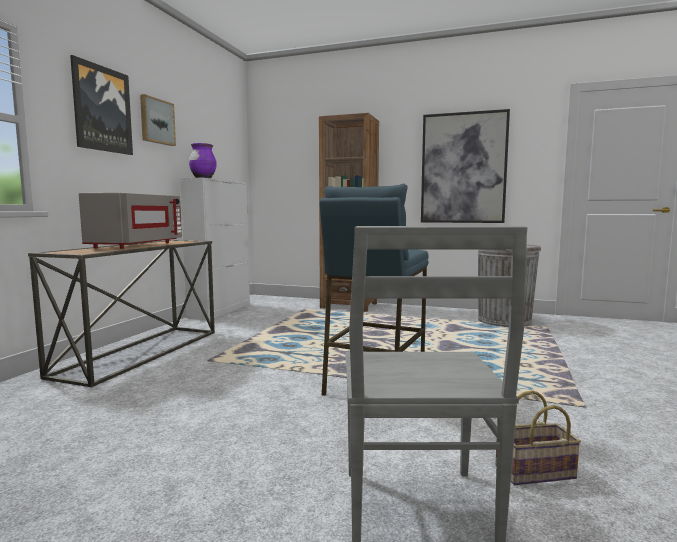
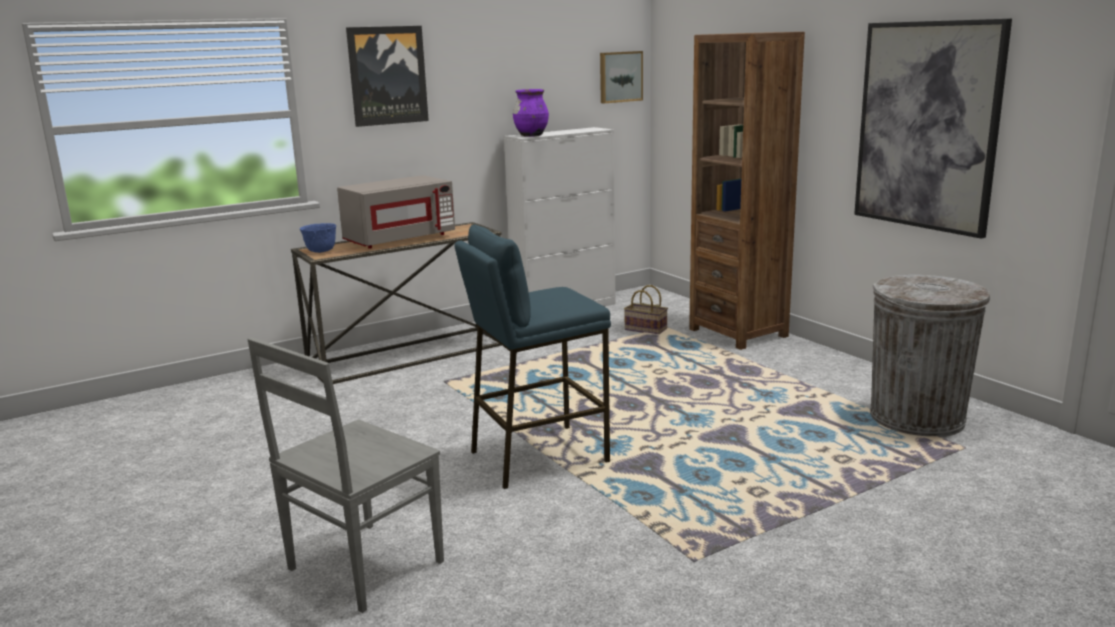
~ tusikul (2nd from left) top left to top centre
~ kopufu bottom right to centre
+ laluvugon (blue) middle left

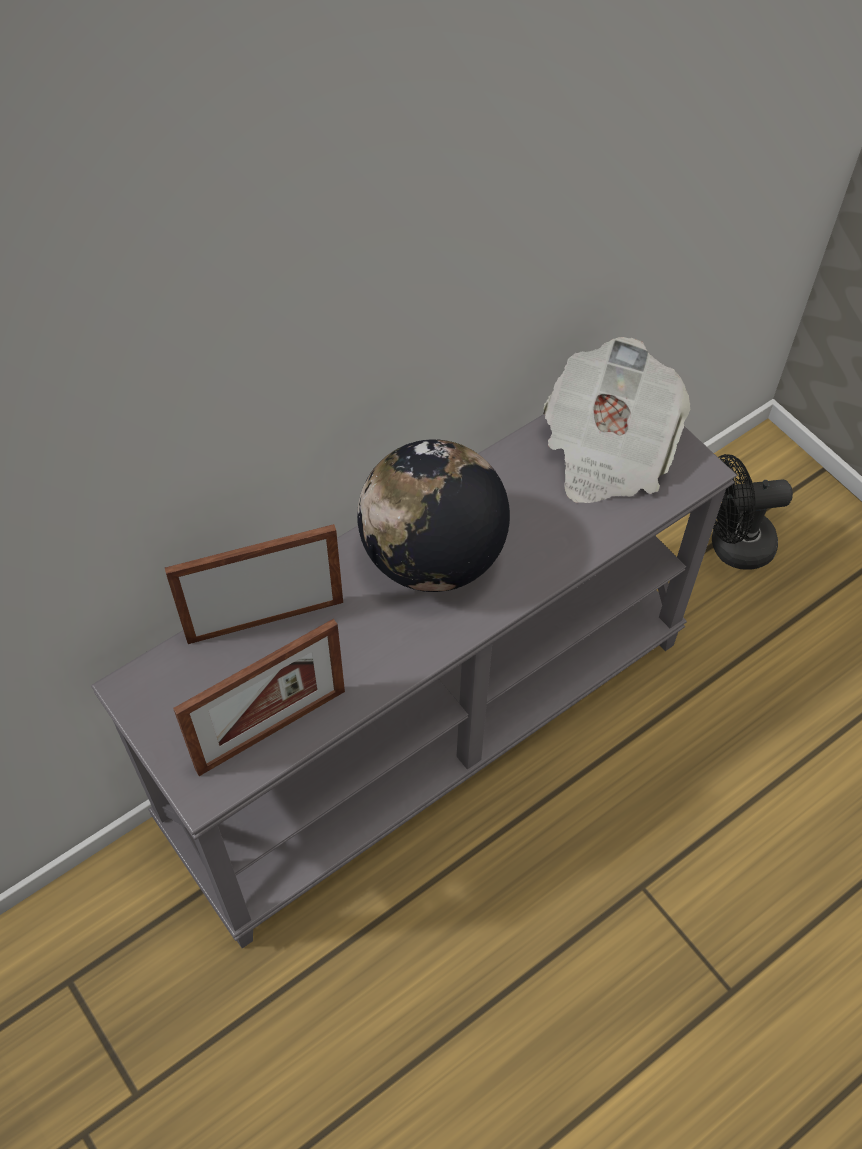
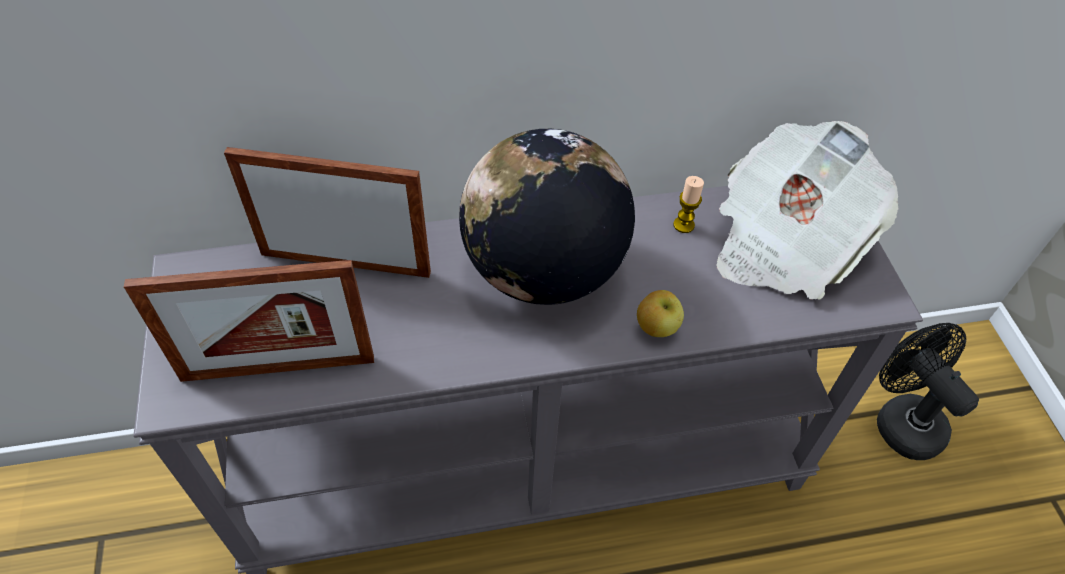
~ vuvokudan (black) middle right = bottom right 45 degrees clockwise
+ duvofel centre
+ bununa centre

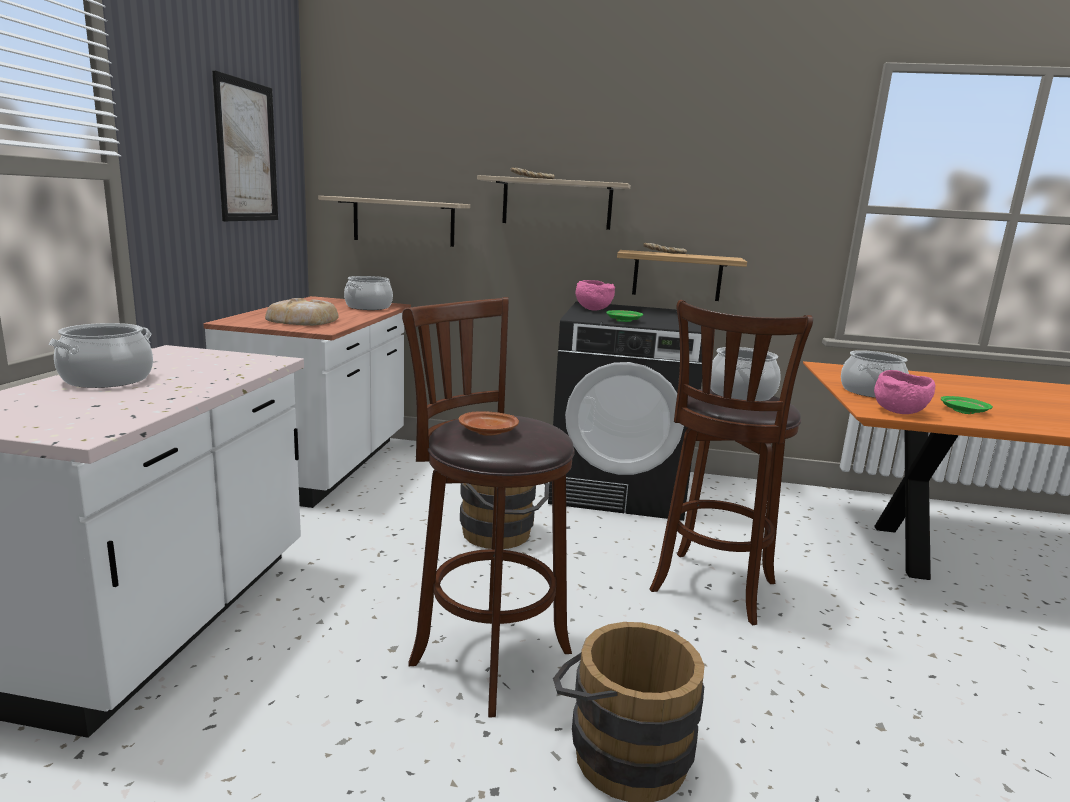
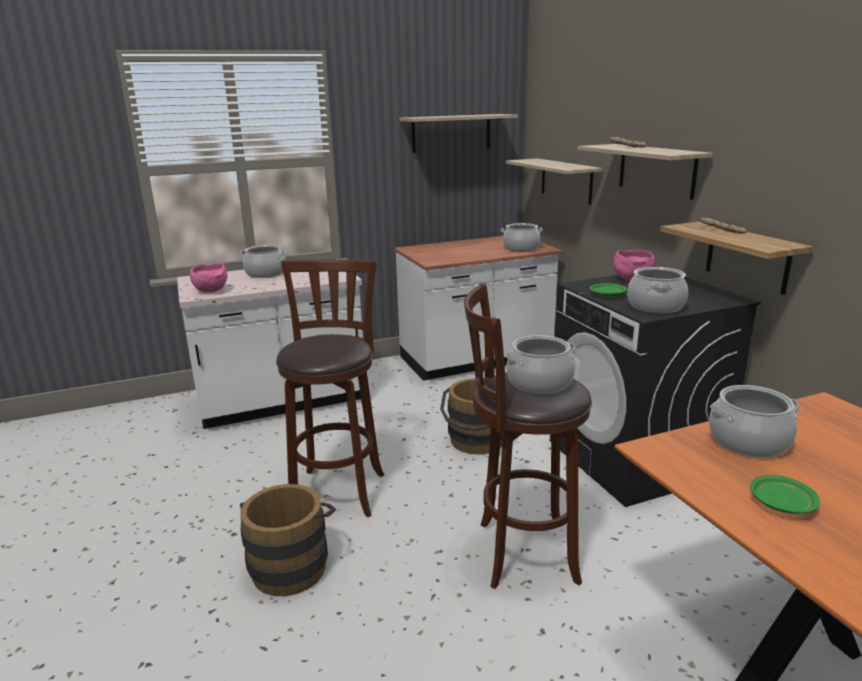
~ tusikul top left to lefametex (1st from left) top centre
- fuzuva (1st from left) middle left
~ laluvugon (pink) (2nd from left in the first image) middle right to laluvugon (pink) (1st from left) middle left
- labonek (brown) centre
+ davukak (4th from left) middle right

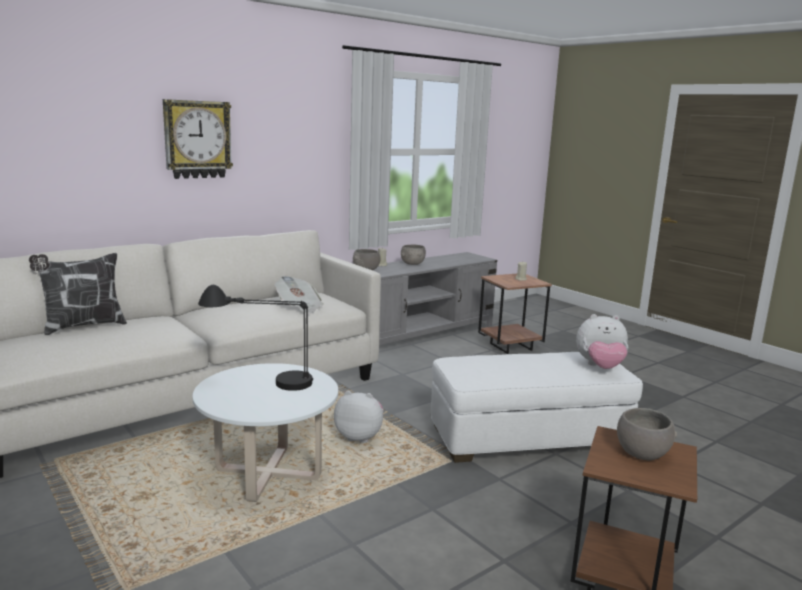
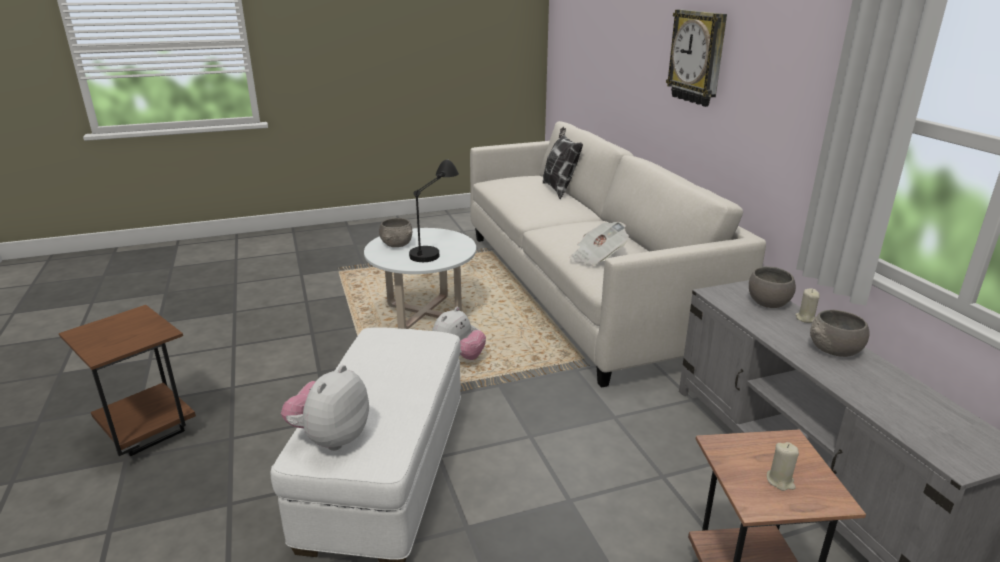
~ laluvugon (grey) (3rd from left in the first image) bottom right to laluvugon (grey) (1st from left) centre

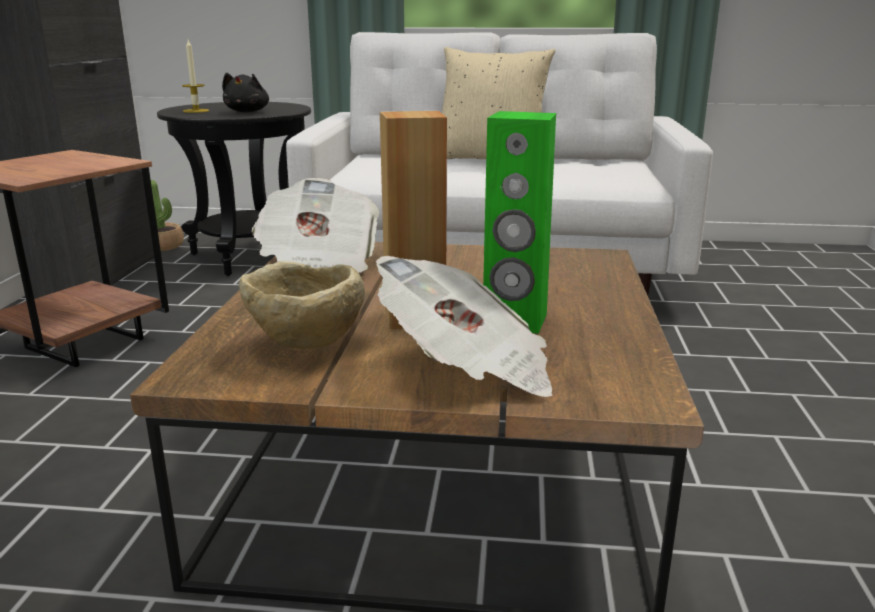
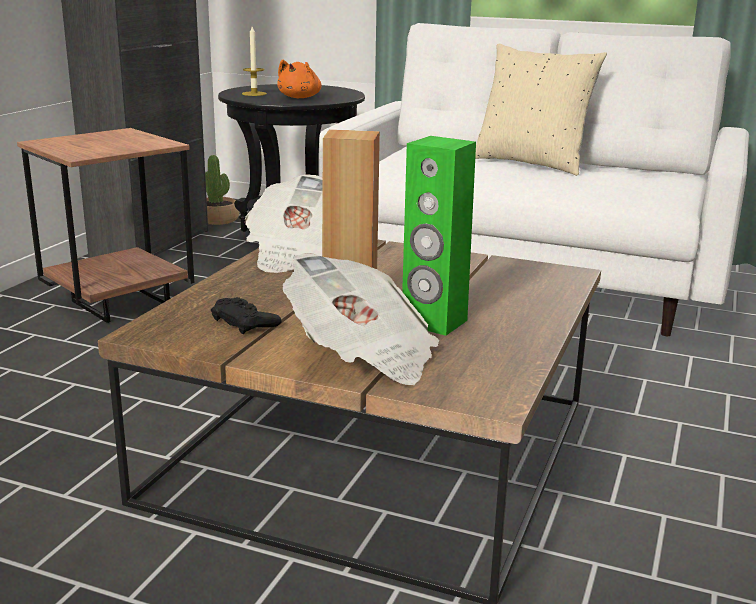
~ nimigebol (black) top left to nimigebol (orange) top centre
~ laluvugon (beige) centre to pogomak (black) middle left

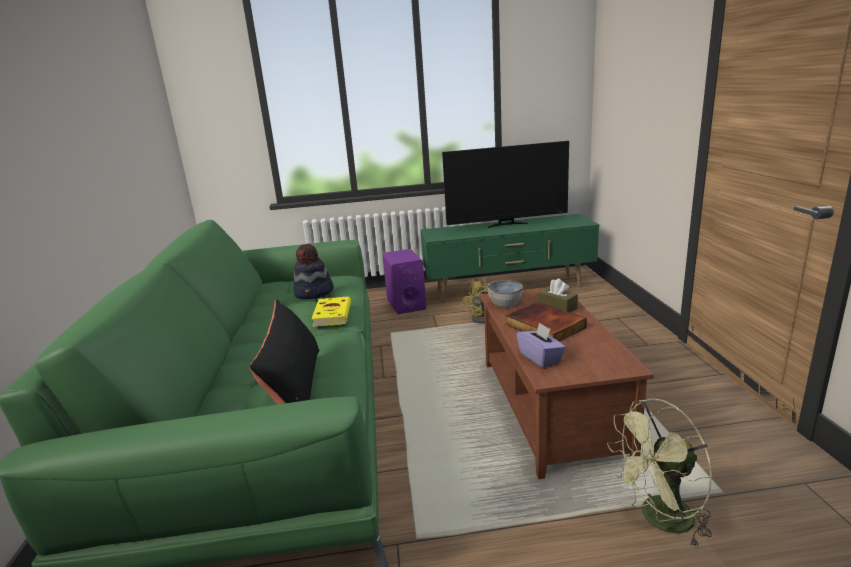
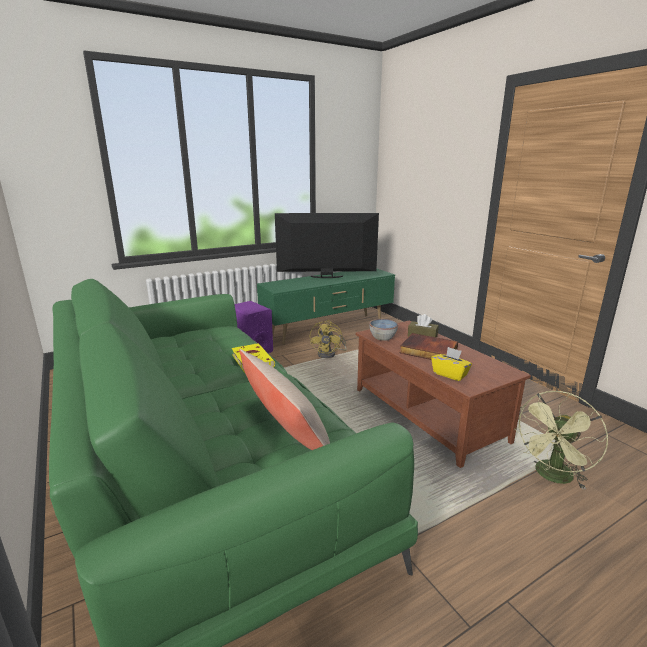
~ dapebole top centre = centre 150 degrees counterclockwise
- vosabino centre
~ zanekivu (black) centre to zanekivu (beige) centre
~ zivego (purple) centre to zivego (yellow) middle right

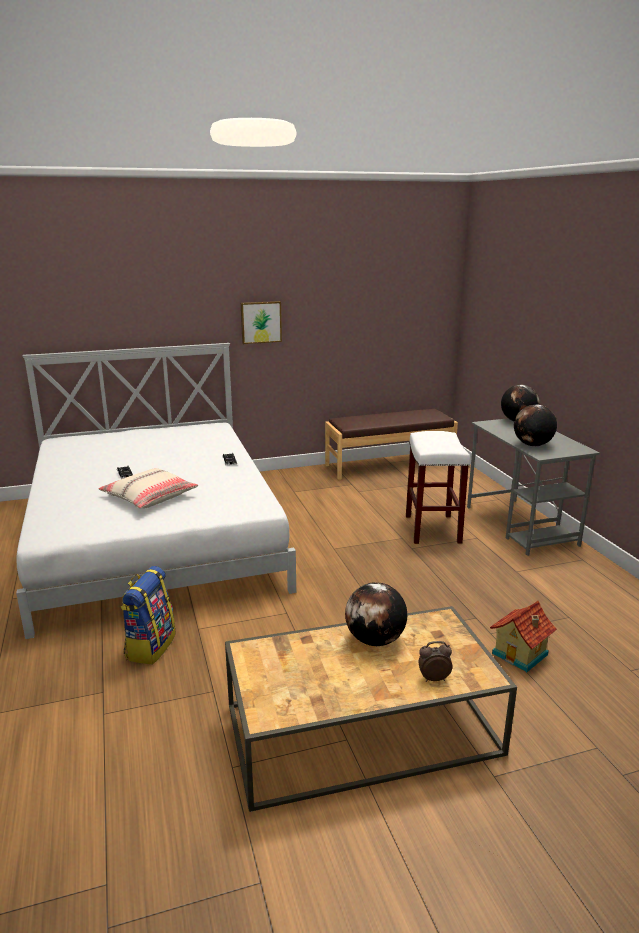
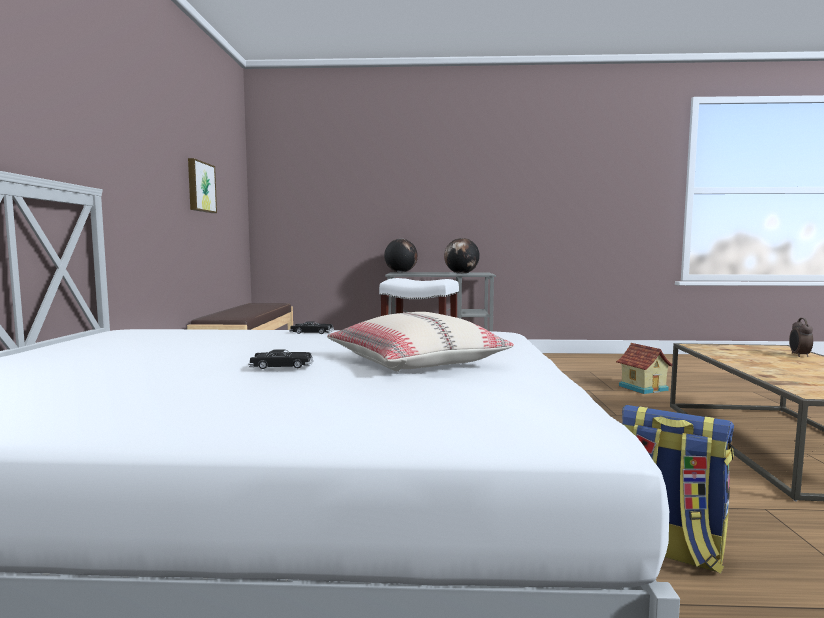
~ tusikul centre to top left
- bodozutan (1st from left) centre

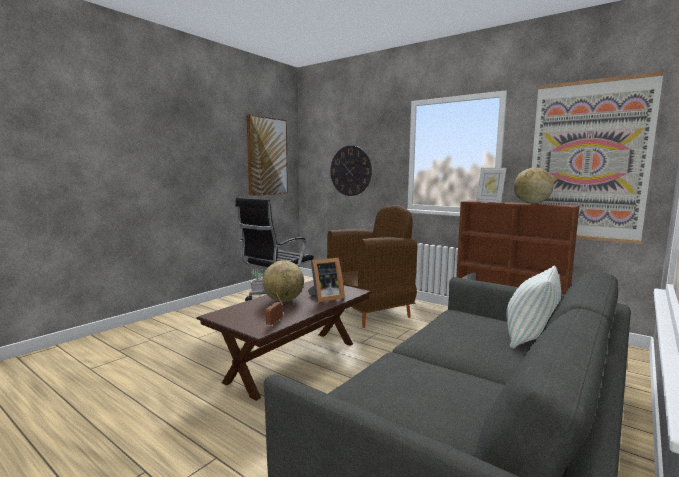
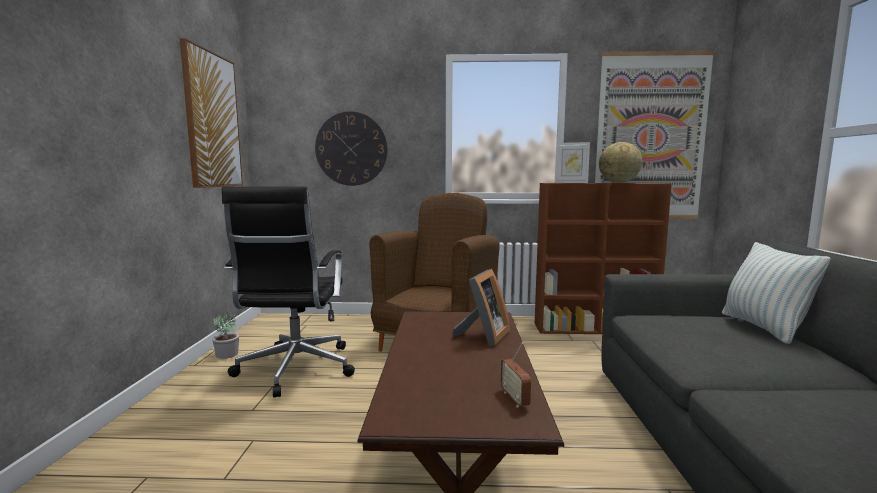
- bodozutan (1st from left) centre

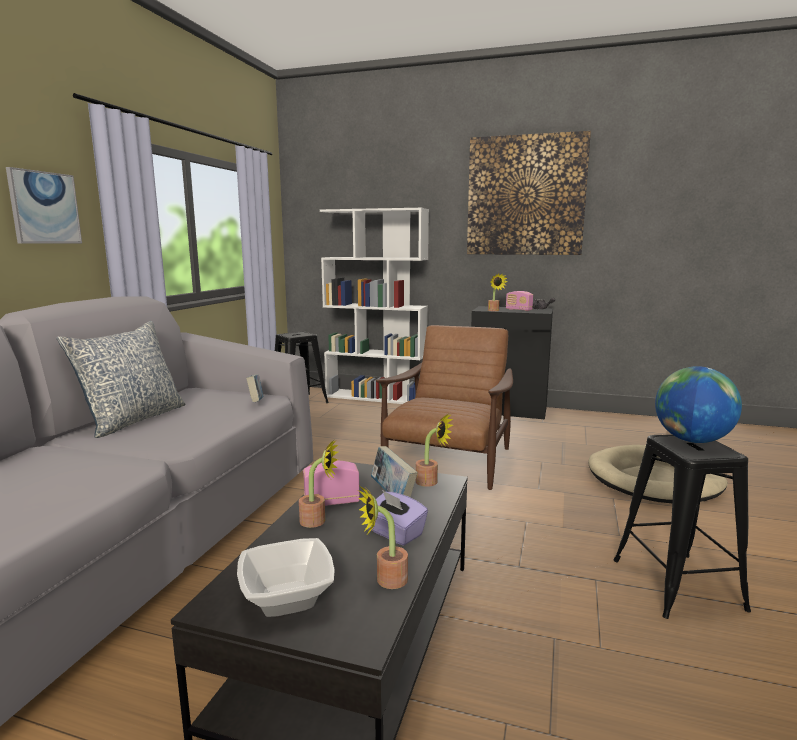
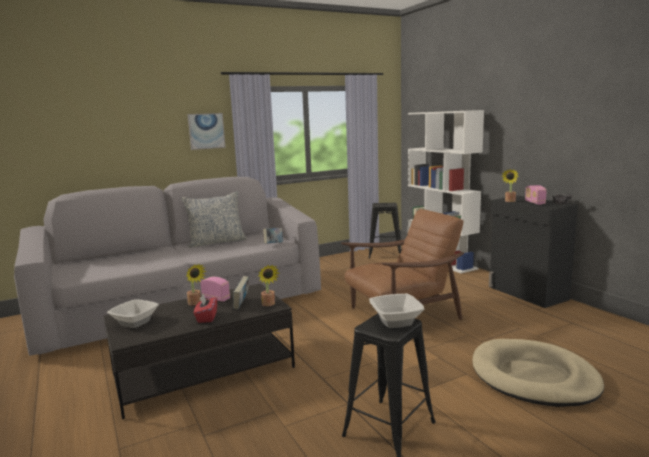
- tusikul (2nd from left) top centre
~ bodozutan middle right to laluvugon (2nd from left) bottom centre
- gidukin (2nd from left) bottom centre
~ zivego (purple) bottom centre to zivego (red) bottom left

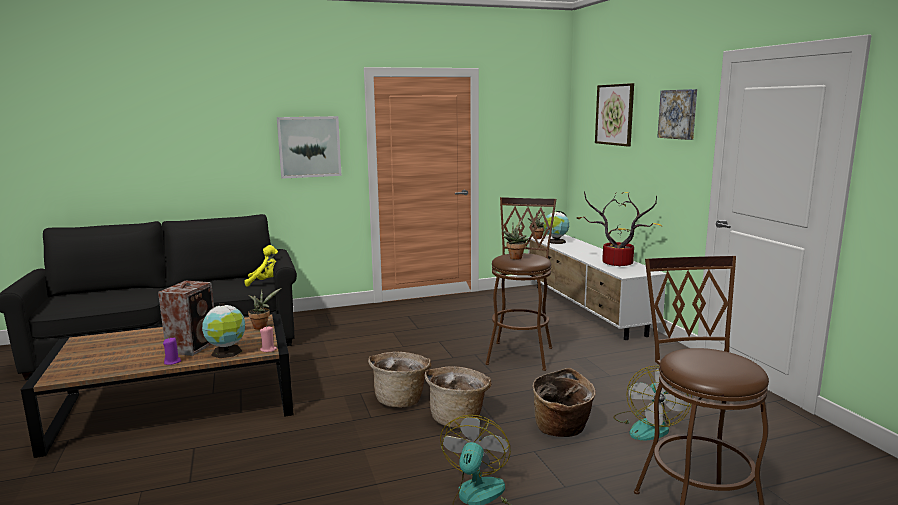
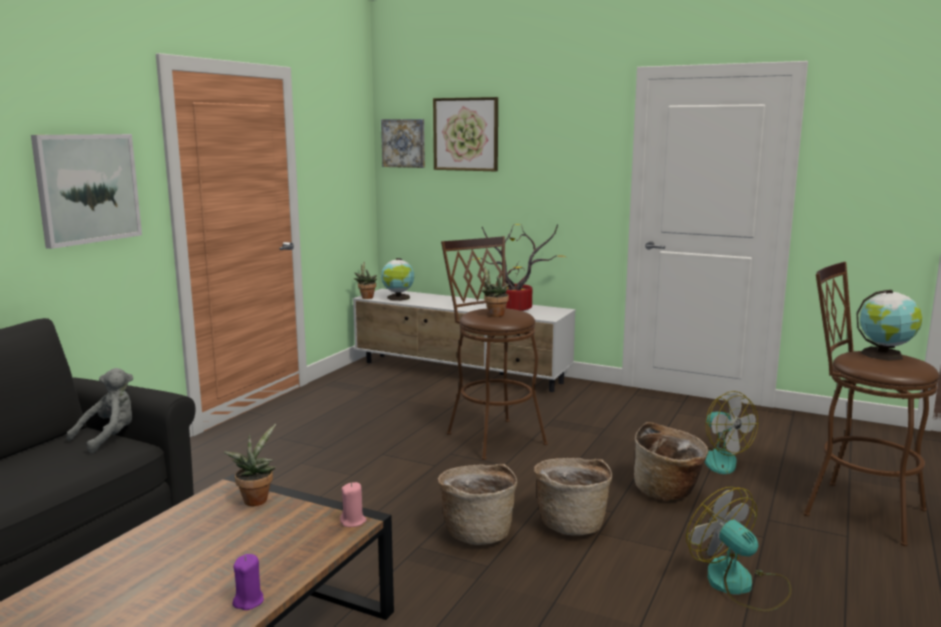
~ tusikul (3rd from left in the first image) top right to tusikul (2nd from left) top centre
~ nimigebol (yellow) middle left to nimigebol (grey) middle left
- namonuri middle left
~ bodozutan (1st from left in the first image) middle left to bodozutan (2nd from left) middle right

